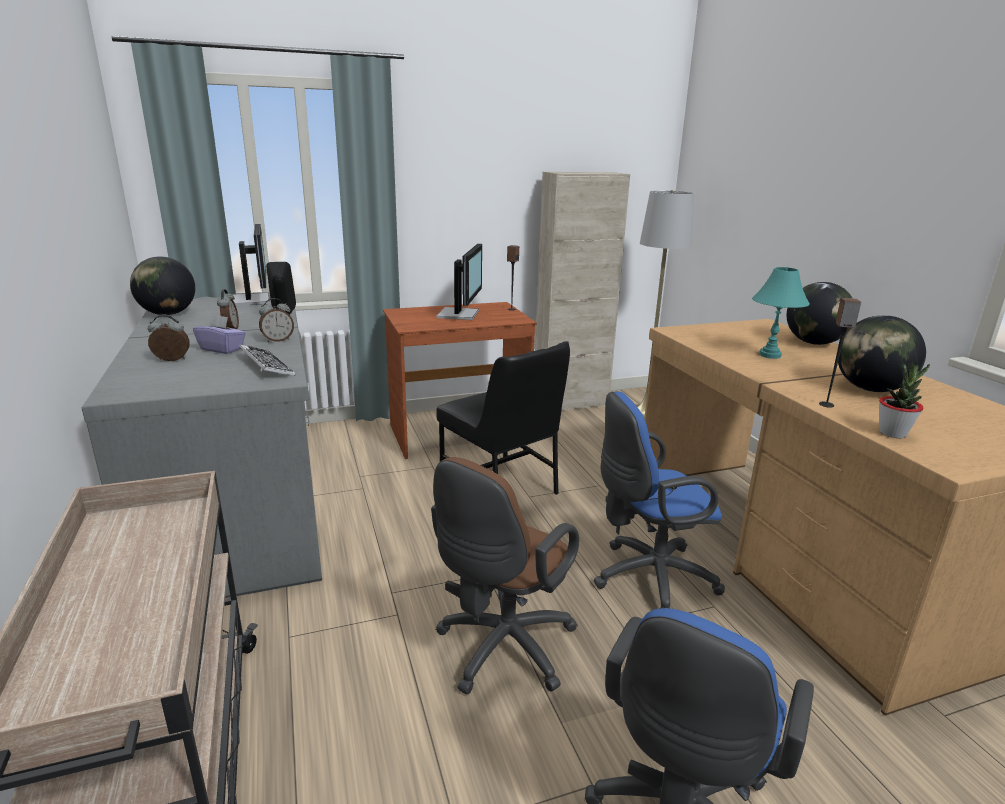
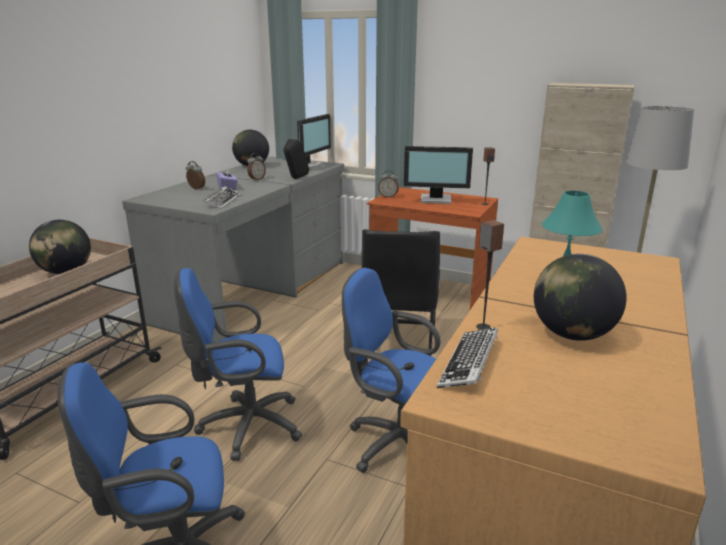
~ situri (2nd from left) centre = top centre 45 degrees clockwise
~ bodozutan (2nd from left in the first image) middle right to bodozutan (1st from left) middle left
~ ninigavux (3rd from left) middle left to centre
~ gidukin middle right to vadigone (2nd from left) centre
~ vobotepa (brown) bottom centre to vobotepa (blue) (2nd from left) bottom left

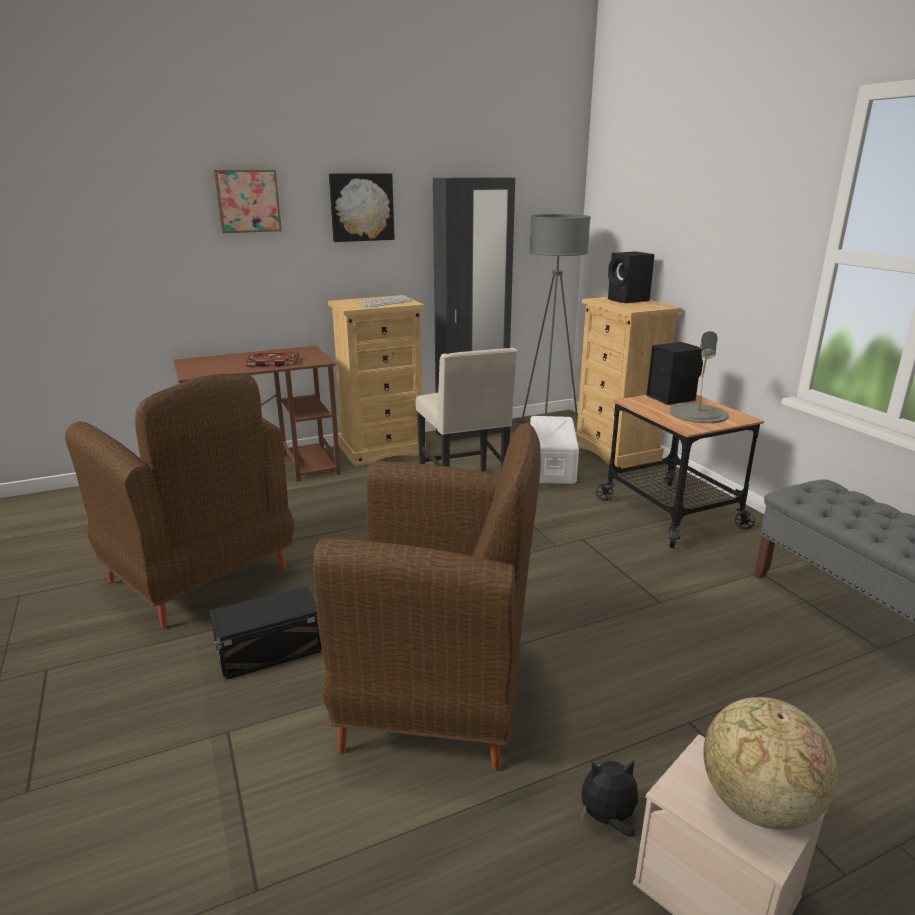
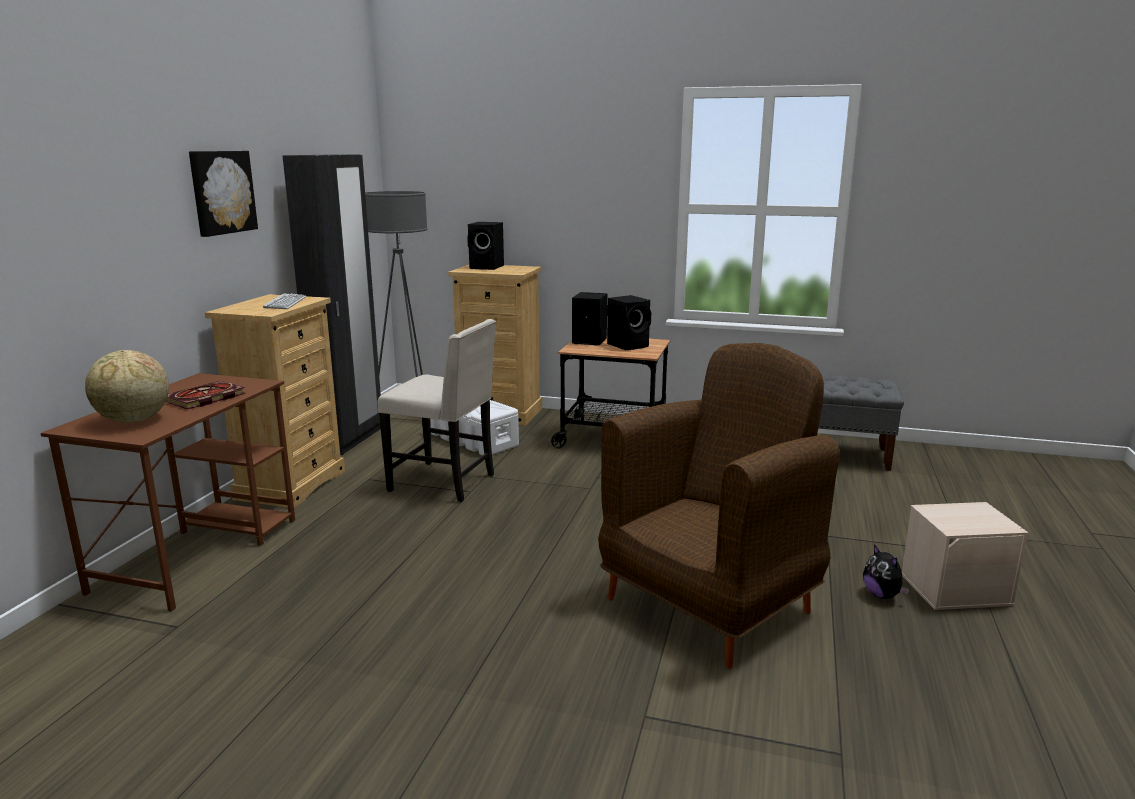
- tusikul (1st from left) top left
~ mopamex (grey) middle right to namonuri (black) (3rd from left) centre
- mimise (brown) (1st from left) middle left
- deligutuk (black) bottom left
~ bodozutan bottom right to middle left
~ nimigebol bottom centre = bottom right 60 degrees counterclockwise

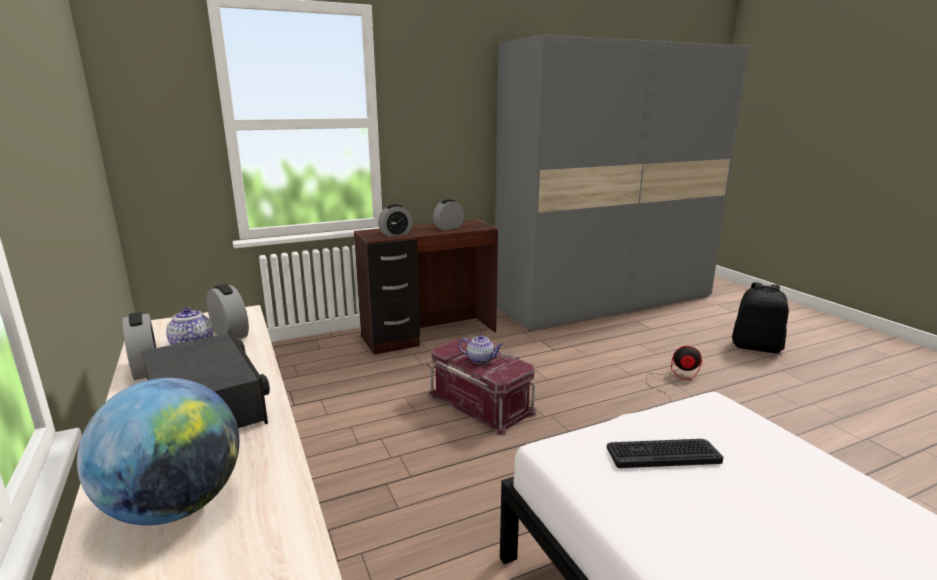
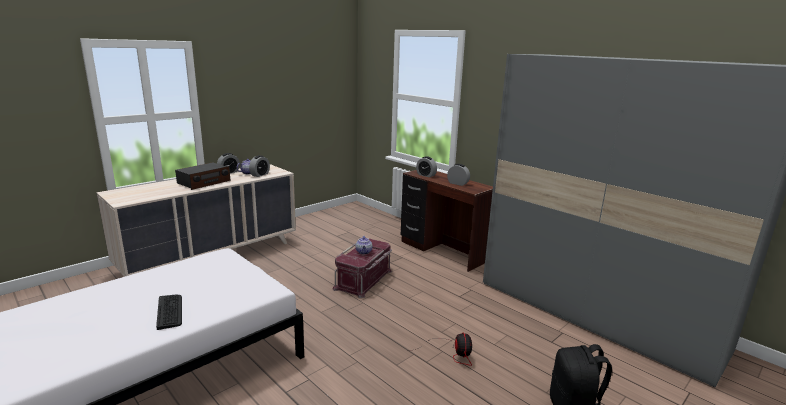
- bodozutan bottom left
~ vadigone bottom right to bottom left

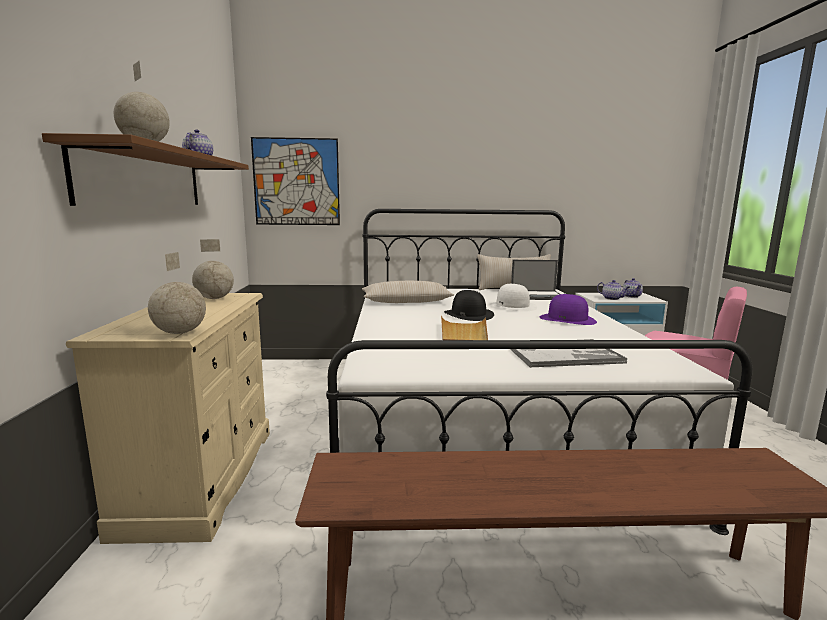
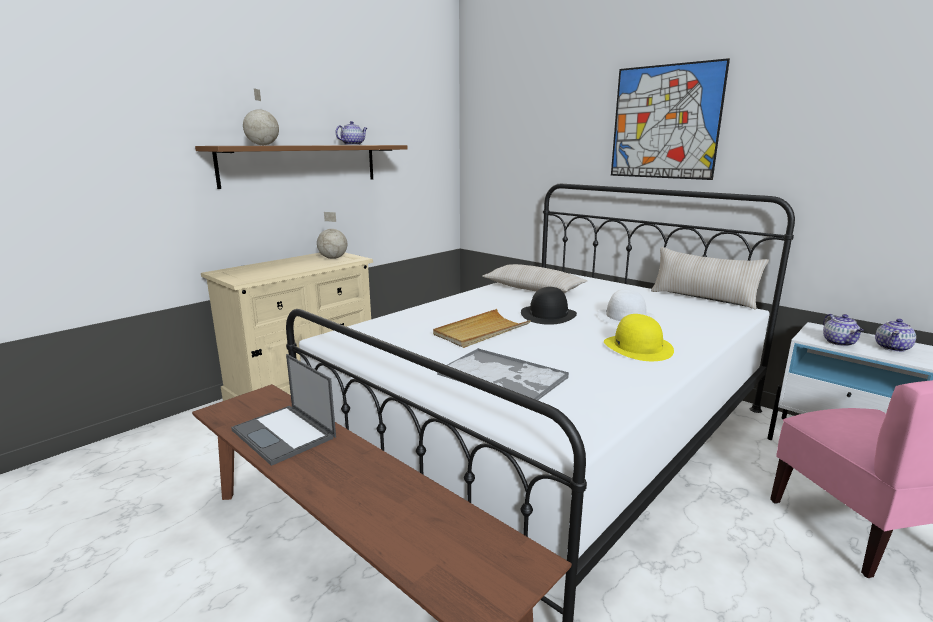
~ tusikul top centre to top right
- bodozutan (2nd from left) middle left
~ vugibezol centre to middle left
~ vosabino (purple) middle right to vosabino (yellow) middle right

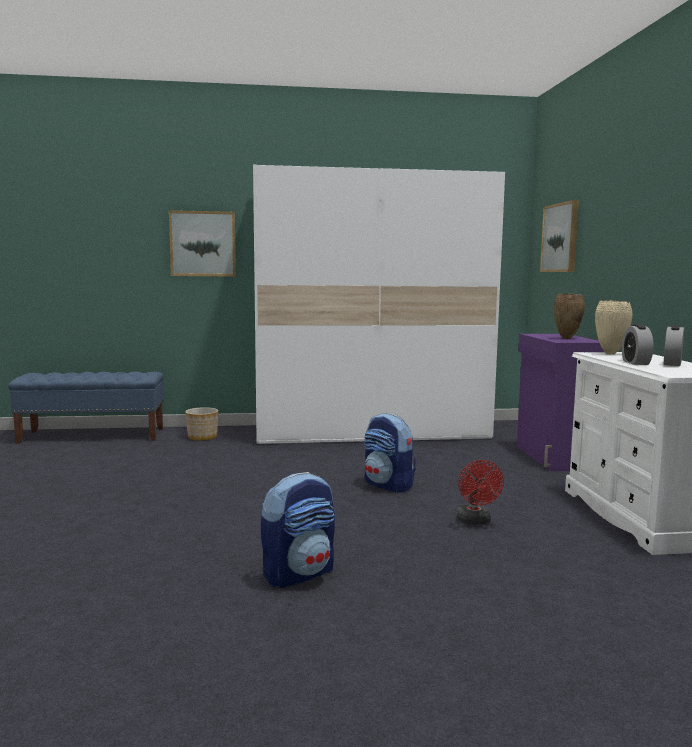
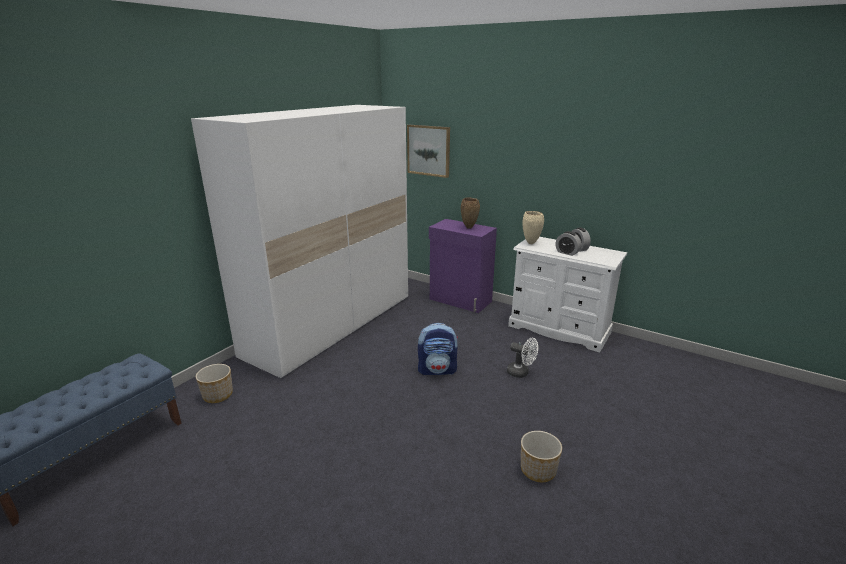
- tusikul (1st from left) top left
~ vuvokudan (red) middle right to vuvokudan (white) centre
~ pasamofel (1st from left) bottom centre to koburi (2nd from left) bottom centre

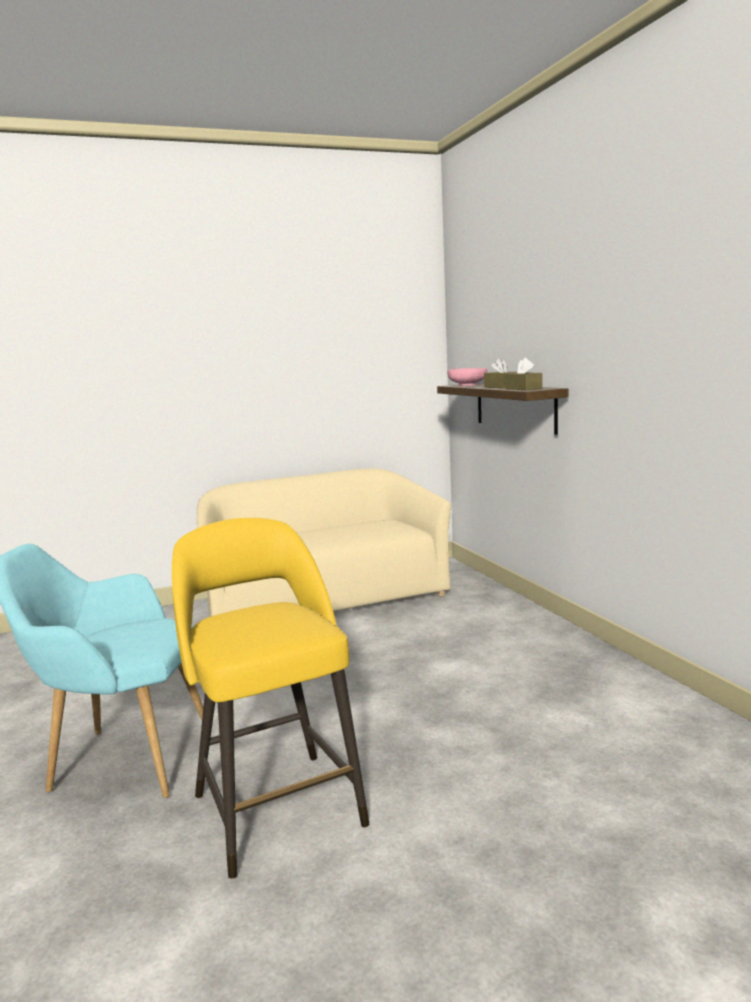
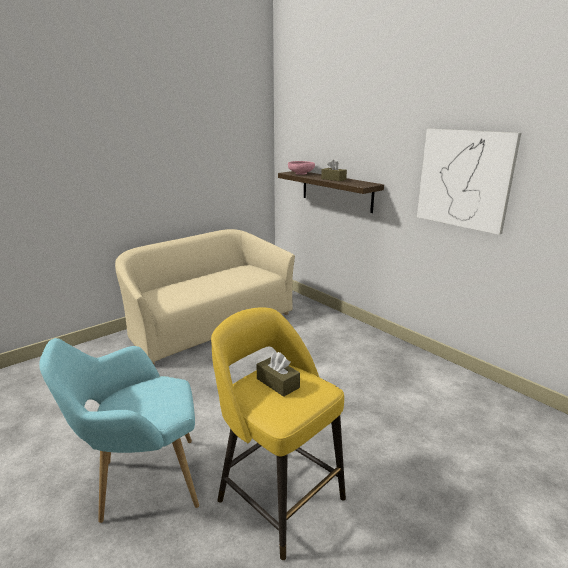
~ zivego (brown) (2nd from left in the first image) middle right to zivego (brown) (1st from left) centre
+ tusikul top right

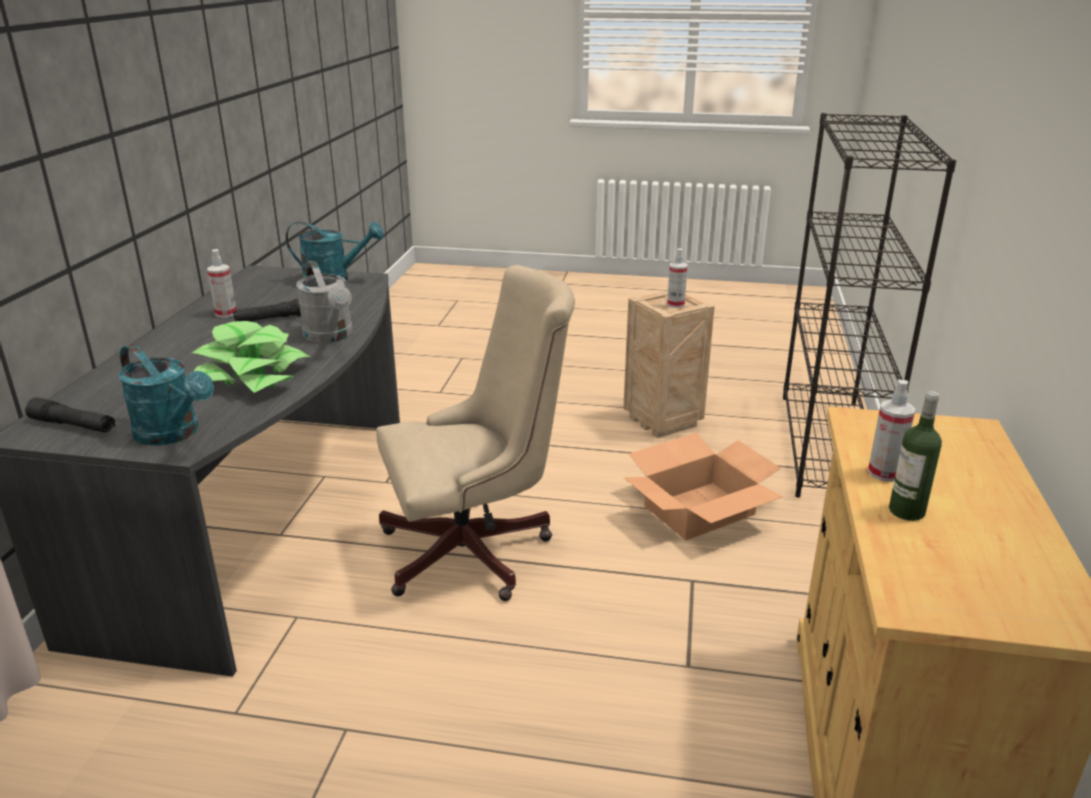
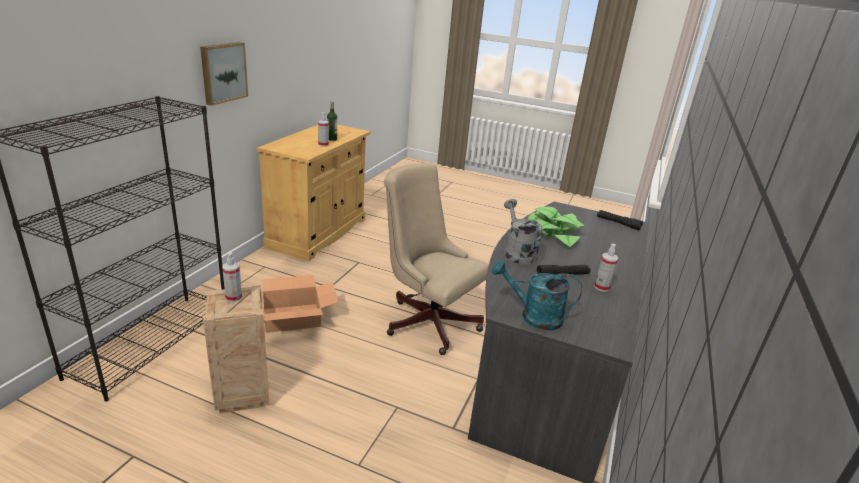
~ vobotepa (beige) centre = centre 45 degrees clockwise
- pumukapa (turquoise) (1st from left) middle left
+ tusikul top left

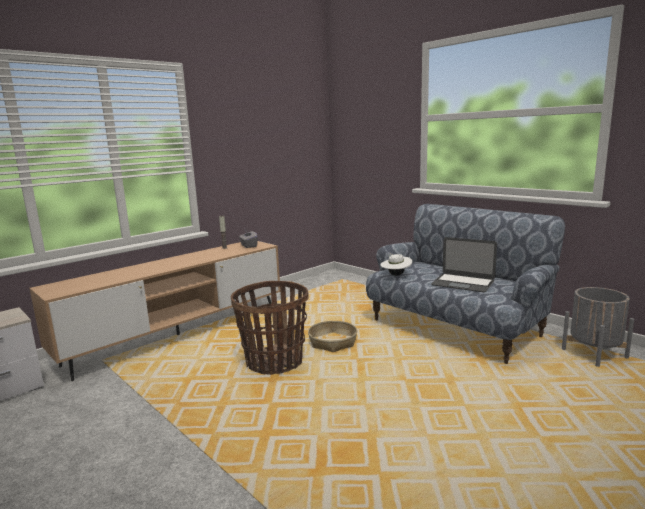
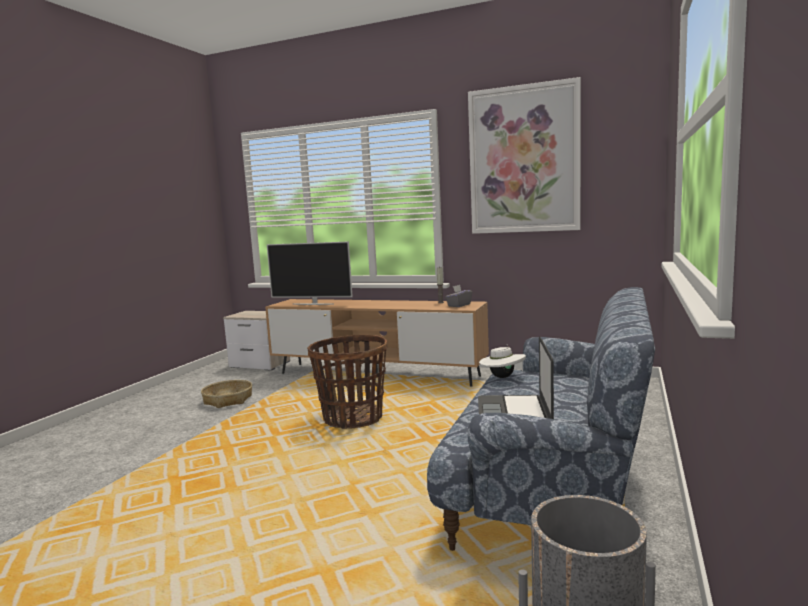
~ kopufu (2nd from left in the first image) centre to kopufu (1st from left) middle left
+ tusikul top centre
+ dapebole centre

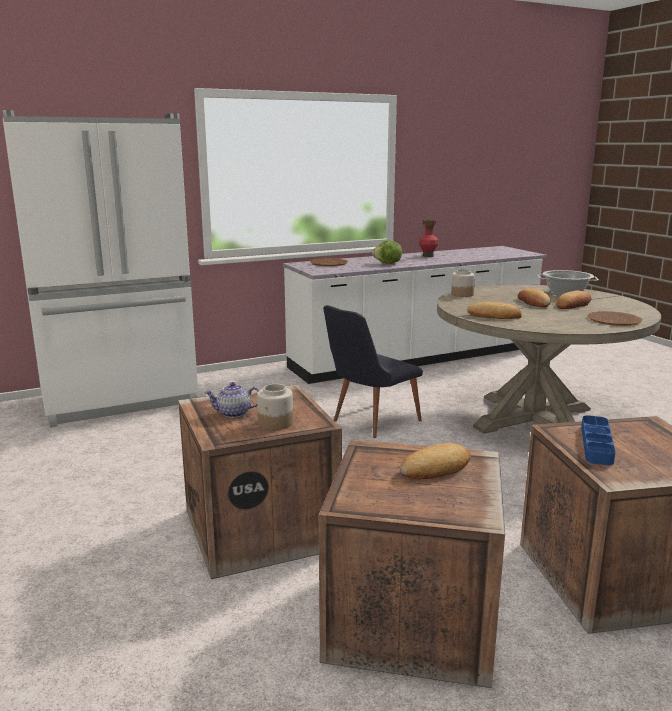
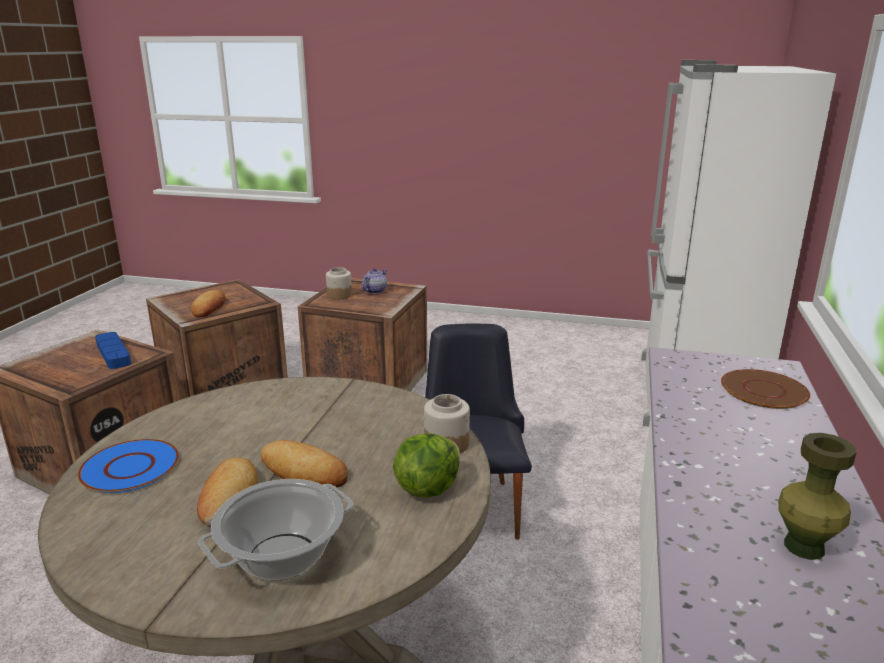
~ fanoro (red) centre to fanoro (green) bottom right
~ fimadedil centre to bottom centre
- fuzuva (2nd from left) middle right
~ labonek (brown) (2nd from left) middle right to labonek (blue) bottom left

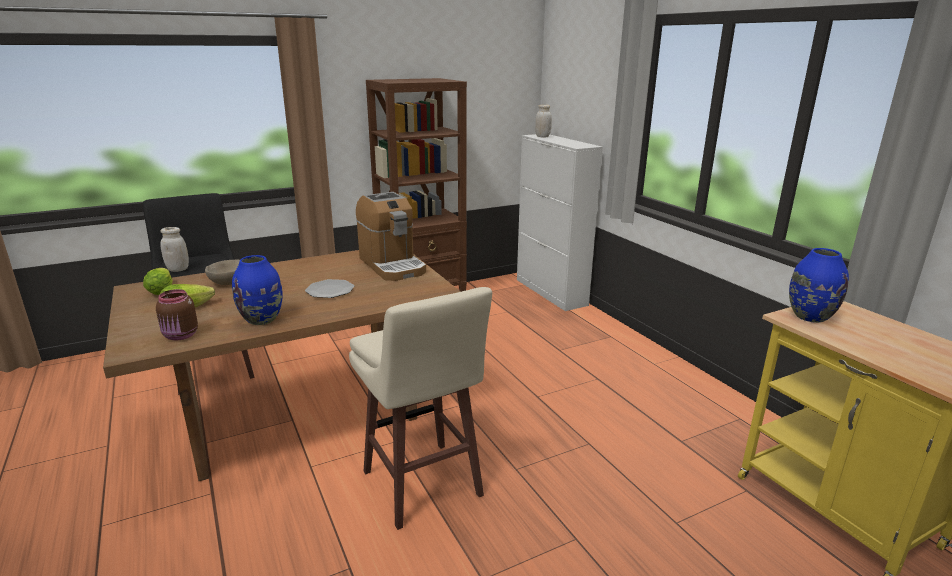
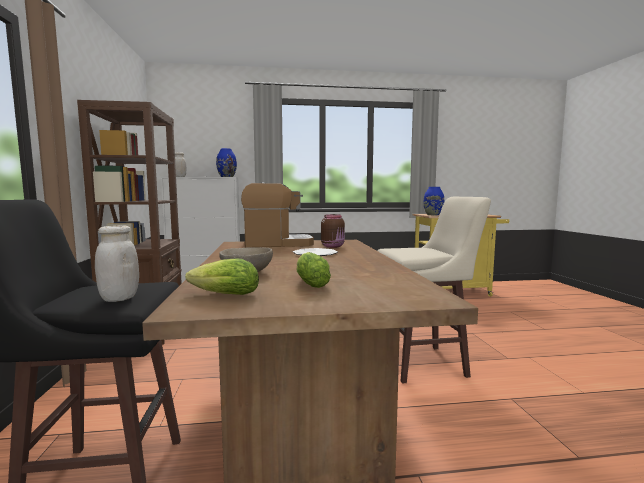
~ fanoro (blue) (1st from left) middle left to centre
~ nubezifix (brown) middle left to centre

